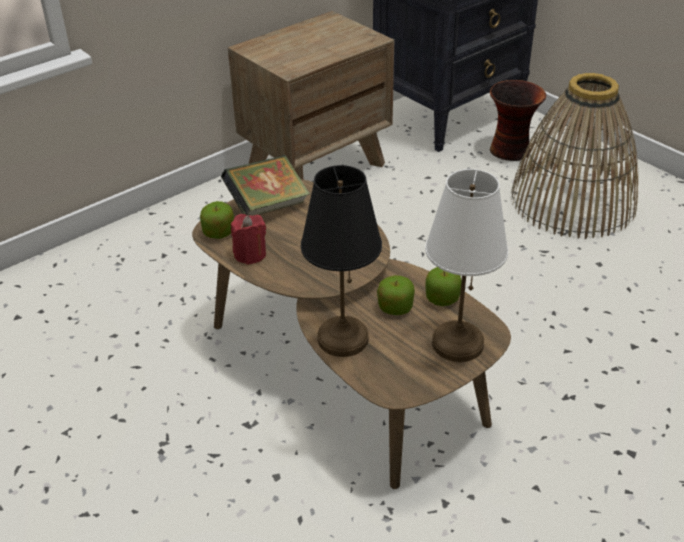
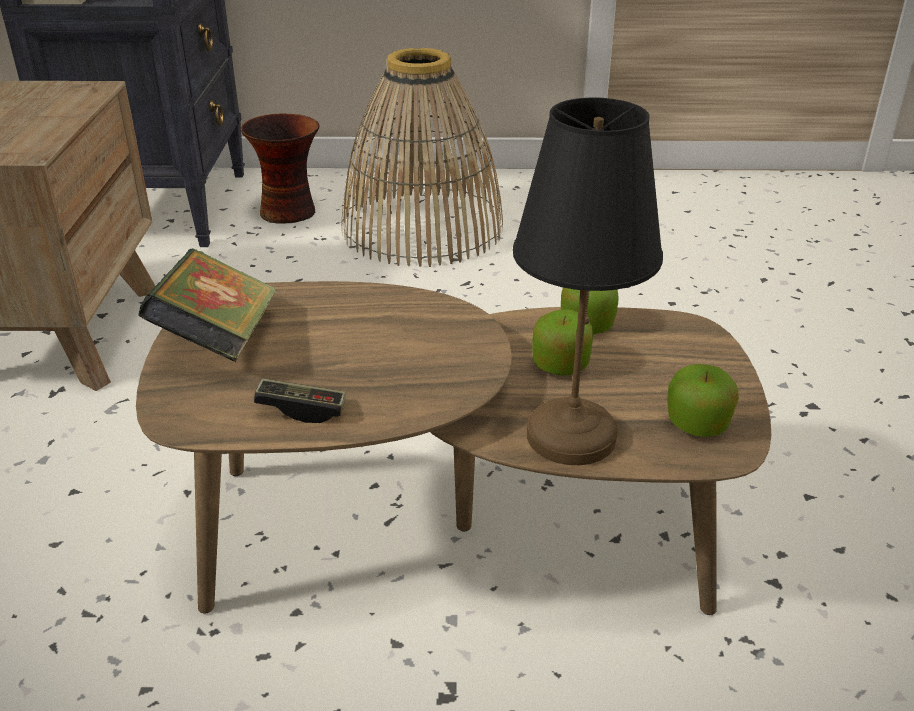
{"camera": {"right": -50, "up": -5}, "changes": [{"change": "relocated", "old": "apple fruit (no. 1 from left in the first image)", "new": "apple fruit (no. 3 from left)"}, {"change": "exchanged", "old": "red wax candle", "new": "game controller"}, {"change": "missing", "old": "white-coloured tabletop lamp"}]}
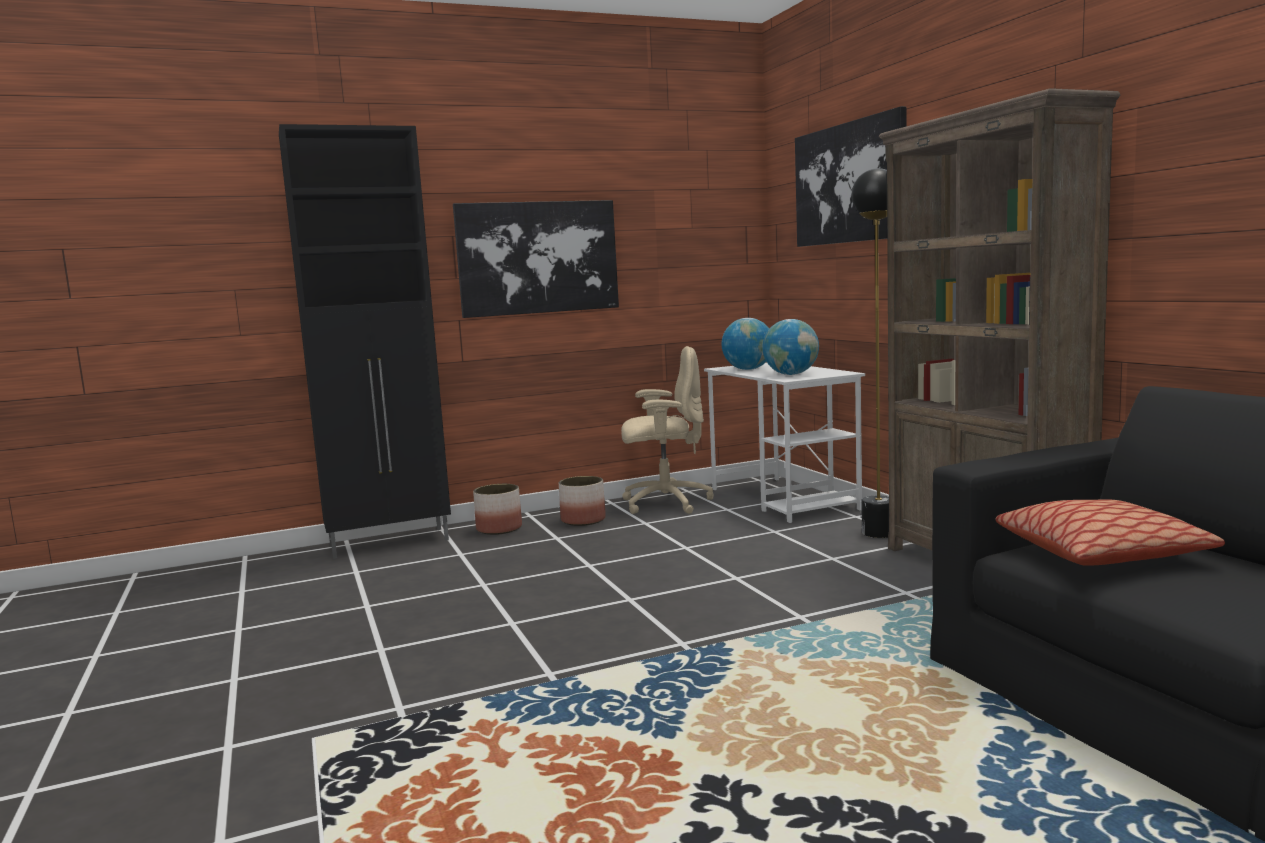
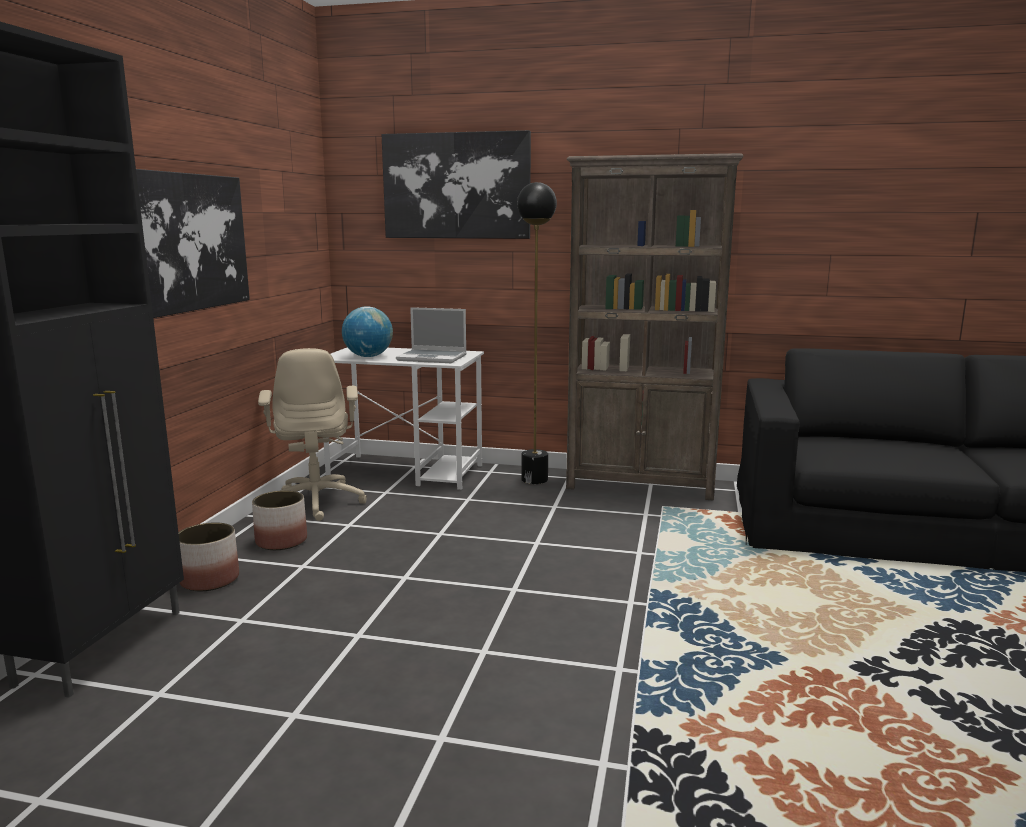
{"camera": {"right": -55, "up": 5}, "changes": [{"change": "spun", "old": "beige computer chair", "degrees": 135}, {"change": "exchanged", "old": "globe (no. 2 from left)", "new": "portable computer"}, {"change": "missing", "old": "throw pillow"}]}
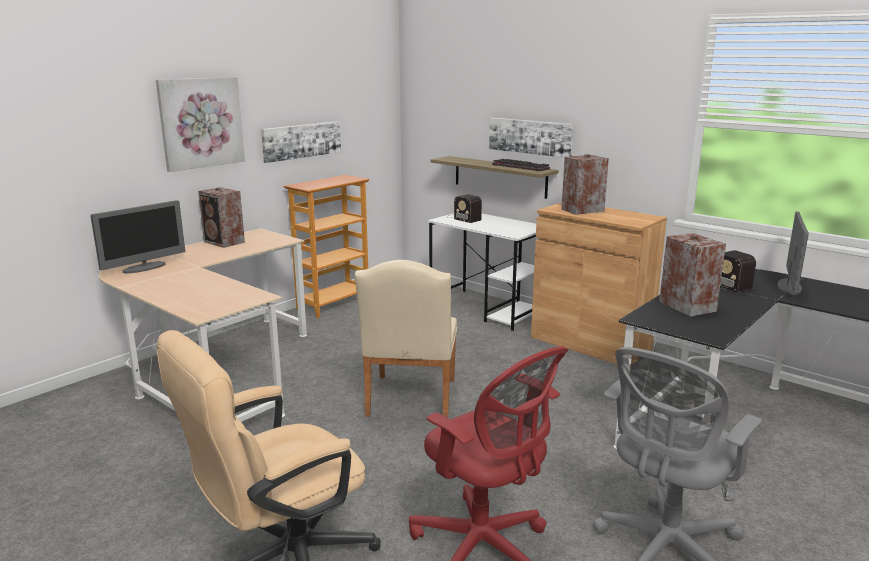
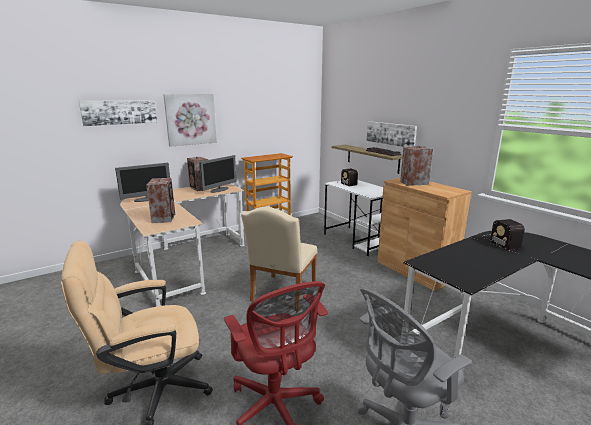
{"camera": {"right": 15, "up": 0}, "changes": [{"change": "relocated", "old": "wall picture (no. 2 from left in the first image)", "new": "wall picture (no. 1 from left)"}, {"change": "relocated", "old": "speaker (no. 3 from left in the first image)", "new": "speaker (no. 1 from left)"}, {"change": "relocated", "old": "computer display (no. 2 from left)"}]}
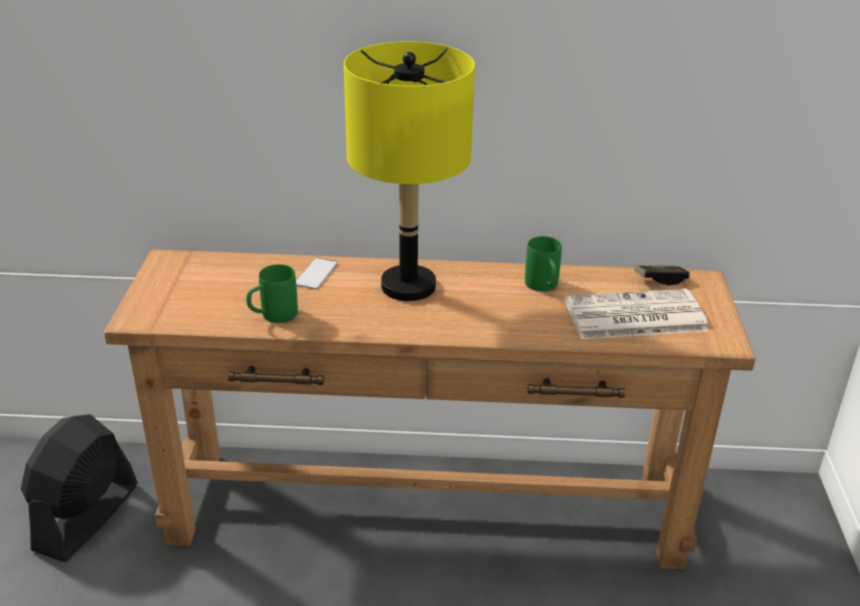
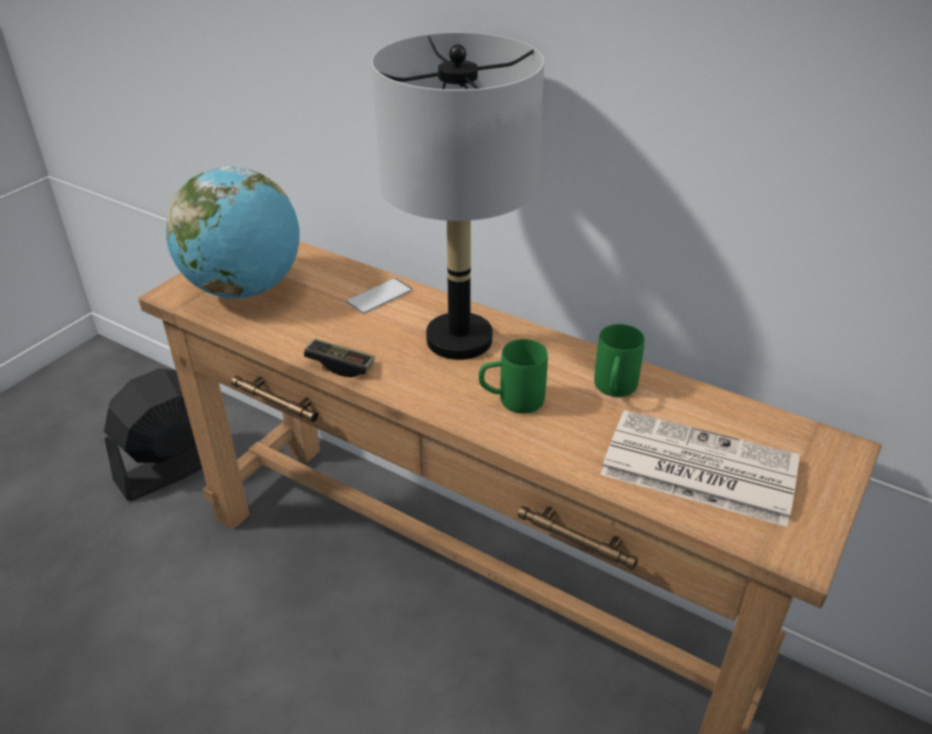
{"camera": {"right": 30, "up": 5}, "changes": [{"change": "relocated", "old": "greenish tea mug (no. 1 from left)"}, {"change": "colour", "old": "yellow tabletop lamp", "new": "greyish tabletop lamp"}, {"change": "relocated", "old": "game controller"}, {"change": "appeared", "new": "globe"}]}
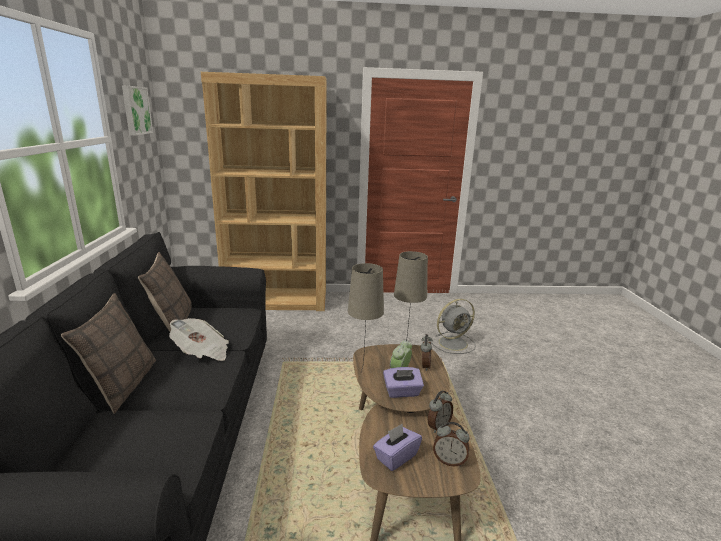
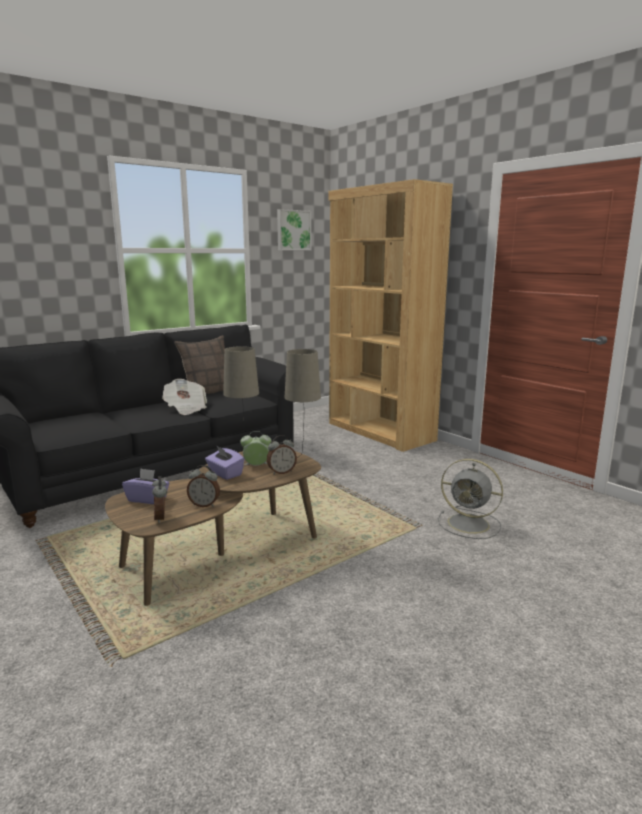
{"camera": {"right": 55, "up": -5}, "changes": [{"change": "missing", "old": "throw pillow (no. 1 from left)"}]}
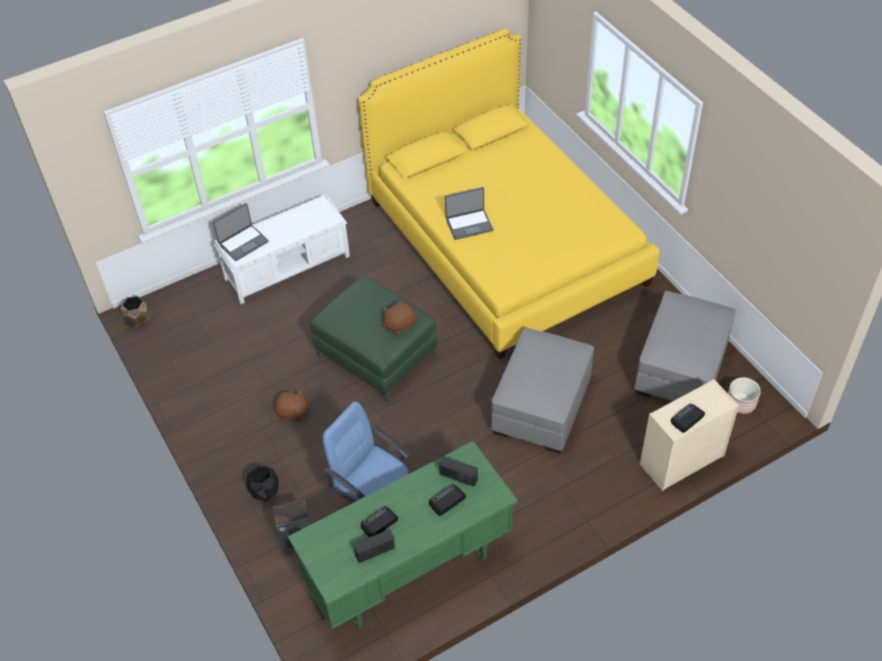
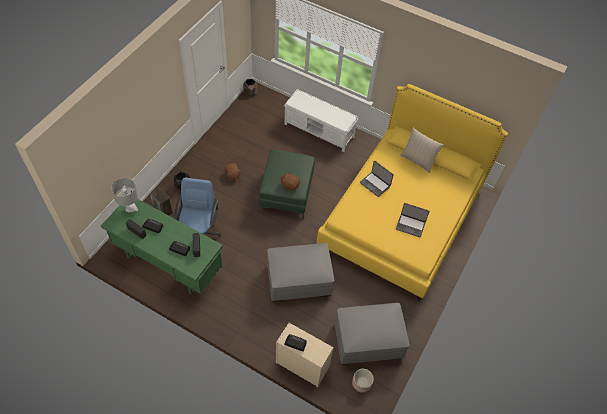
{"camera": {"right": 55, "up": 5}, "changes": [{"change": "relocated", "old": "portable computer (no. 1 from left in the first image)", "new": "portable computer (no. 2 from left)"}, {"change": "appeared", "new": "greyish tabletop lamp"}, {"change": "appeared", "new": "beige throw pillow"}]}
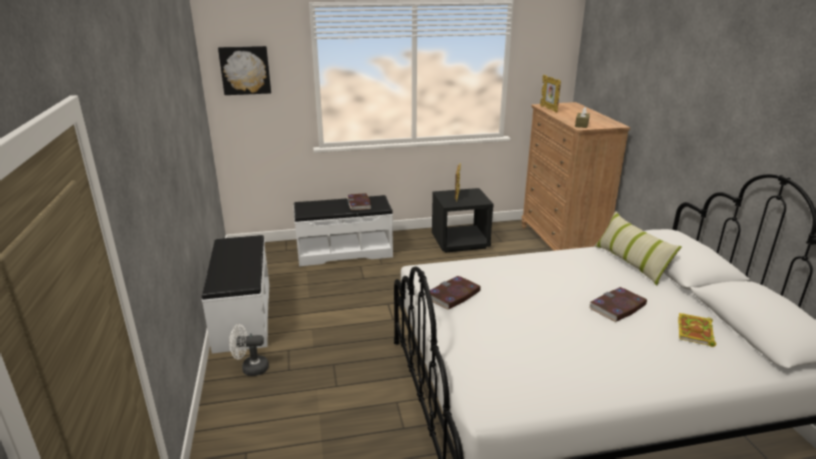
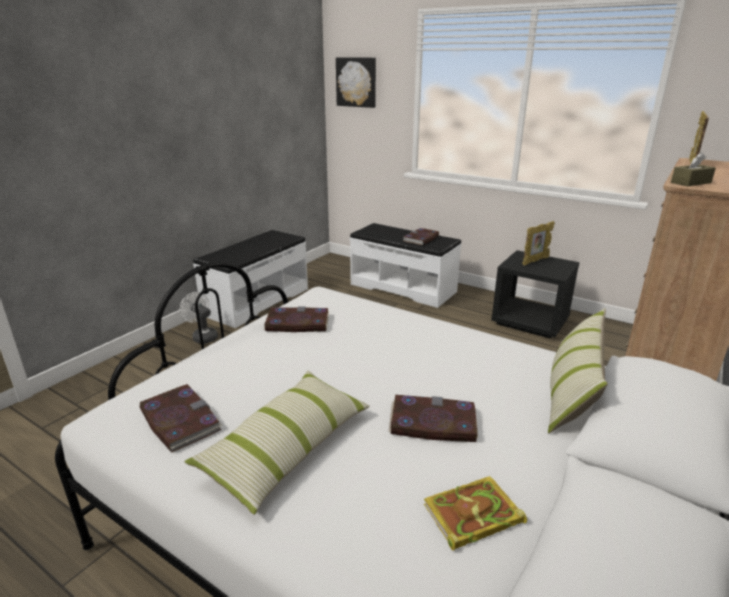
{"camera": {"right": 45, "up": 0}, "changes": [{"change": "appeared", "new": "bound book (no. 1 from left)"}, {"change": "appeared", "new": "throw pillow (no. 1 from left)"}]}
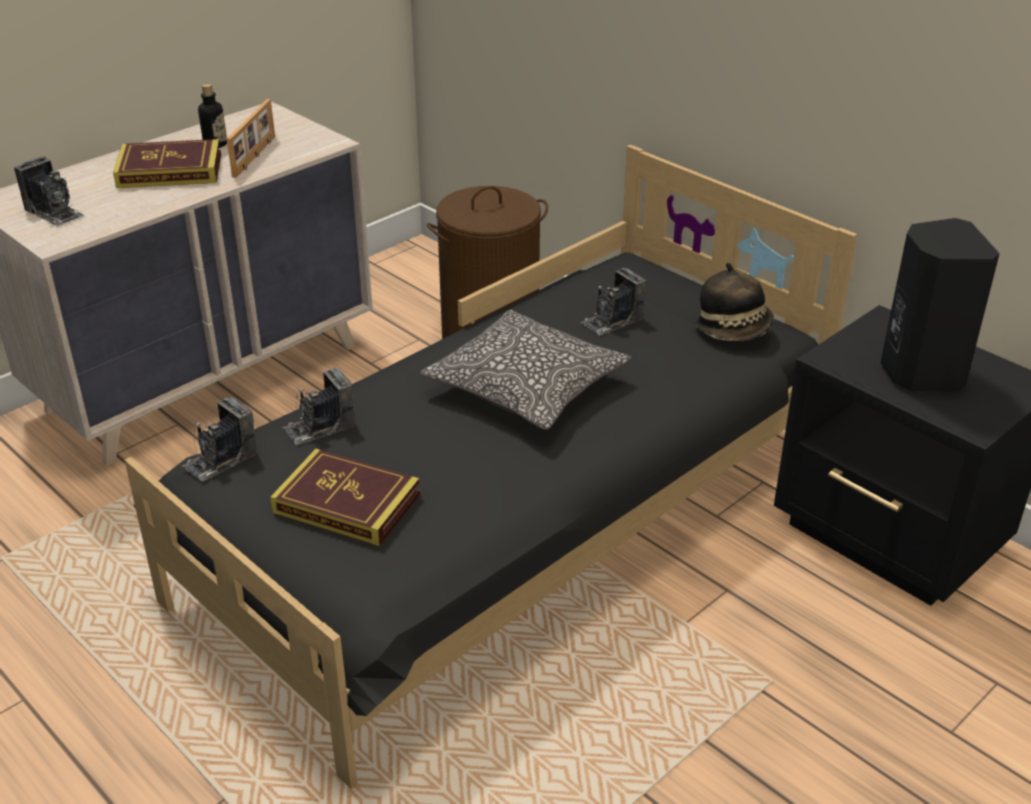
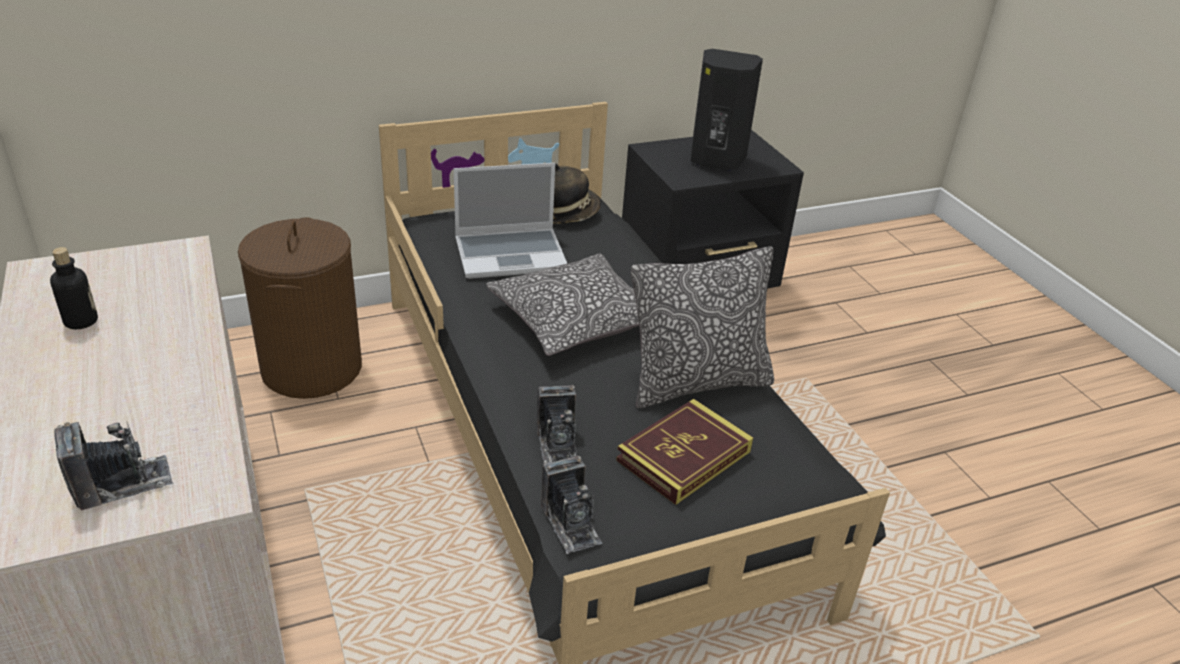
{"camera": {"right": -70, "up": 0}, "changes": [{"change": "missing", "old": "bound book (no. 1 from left)"}, {"change": "missing", "old": "picture frame"}, {"change": "exchanged", "old": "still camera (no. 4 from left)", "new": "portable computer"}, {"change": "appeared", "new": "throw pillow (no. 2 from left)"}]}
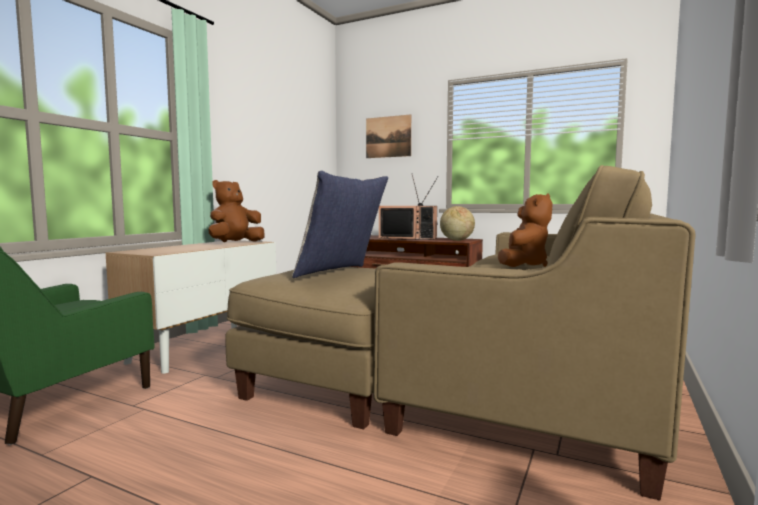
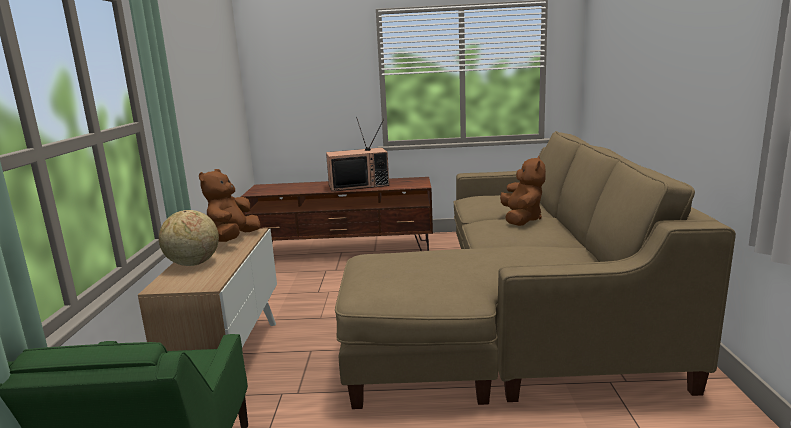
{"camera": {"right": -25, "up": 10}, "changes": [{"change": "missing", "old": "throw pillow"}, {"change": "missing", "old": "wall picture"}, {"change": "relocated", "old": "globe"}]}
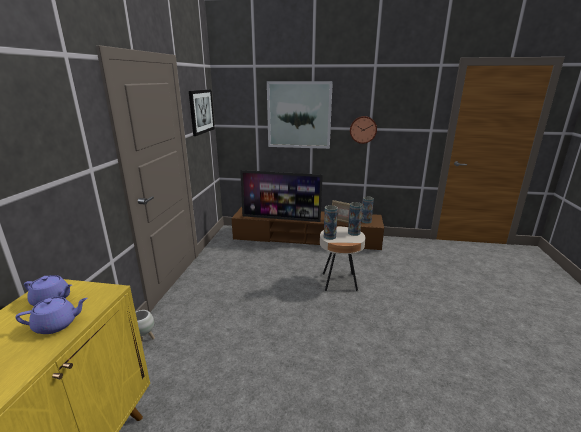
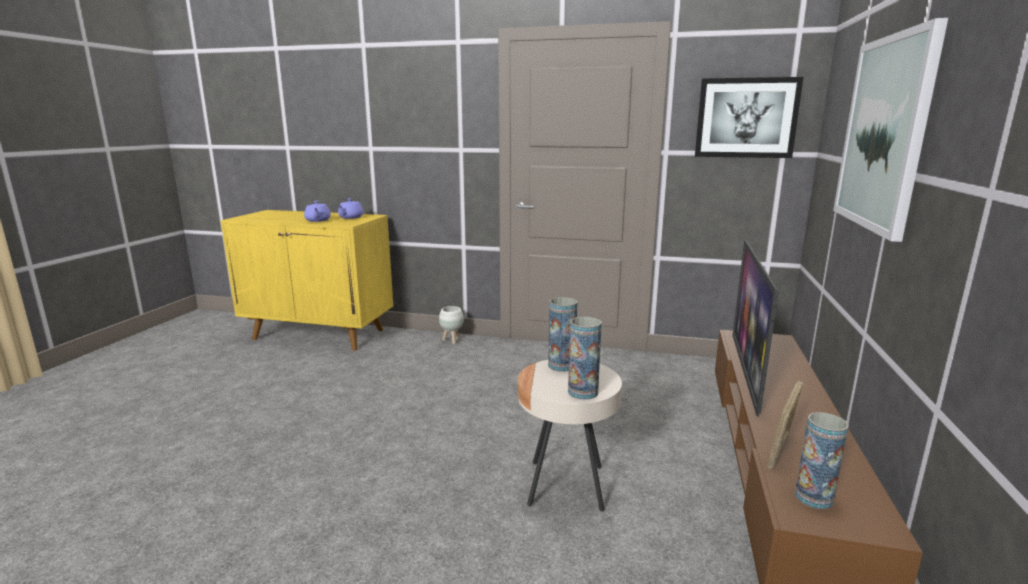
{"camera": {"right": 95, "up": -5}, "changes": [{"change": "missing", "old": "clock on the wall"}]}
